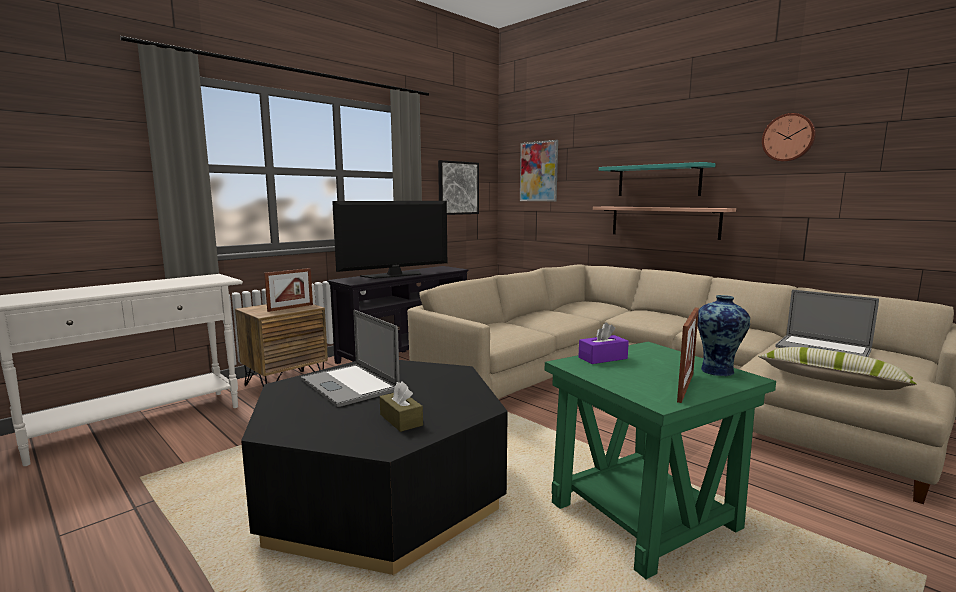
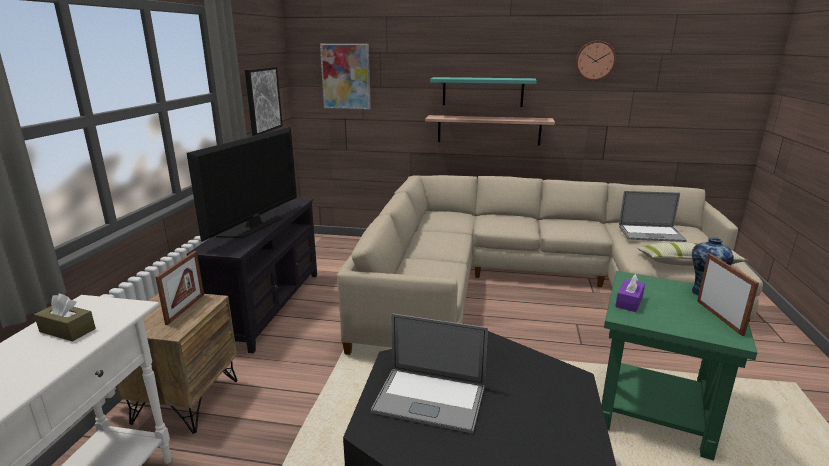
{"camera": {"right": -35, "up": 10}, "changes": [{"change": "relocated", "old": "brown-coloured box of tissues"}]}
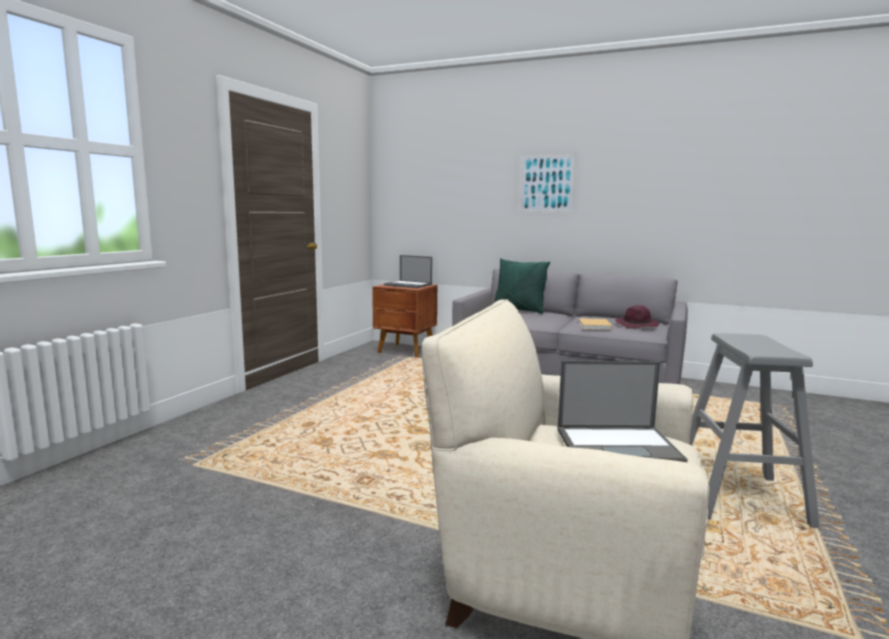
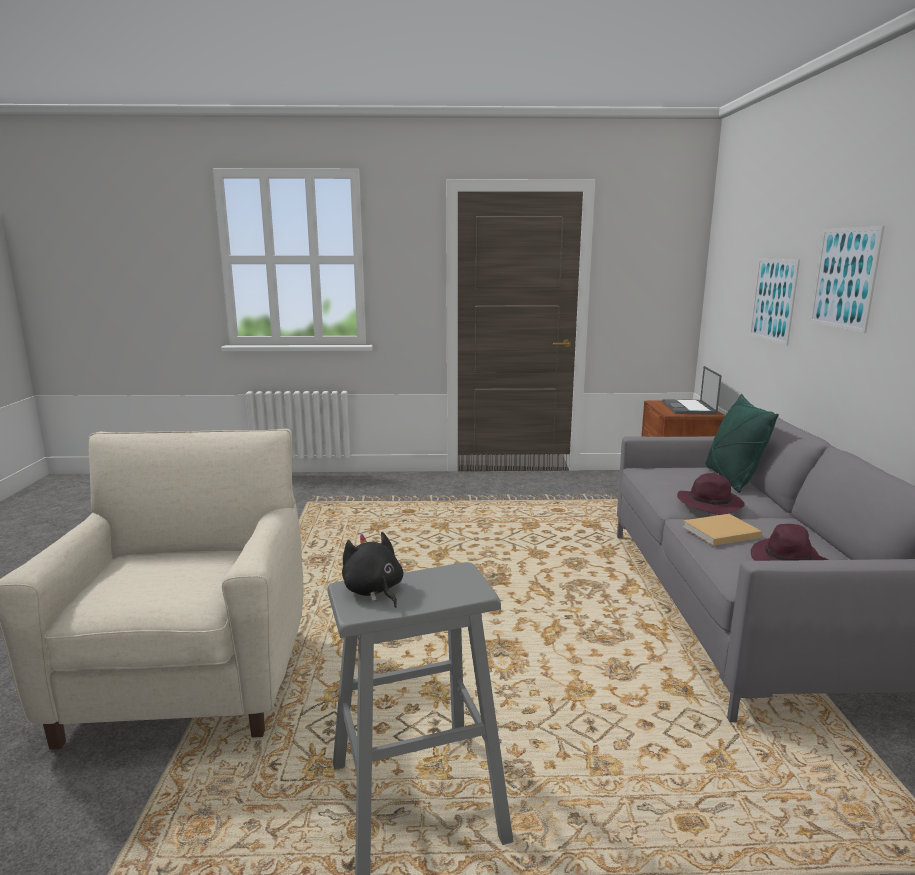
{"camera": {"right": 65, "up": 5}, "changes": [{"change": "missing", "old": "portable computer (no. 2 from left)"}, {"change": "appeared", "new": "black-coloured cuddly toy"}, {"change": "appeared", "new": "purple-coloured clothing hat (no. 1 from left)"}, {"change": "appeared", "new": "wall picture (no. 1 from left)"}]}
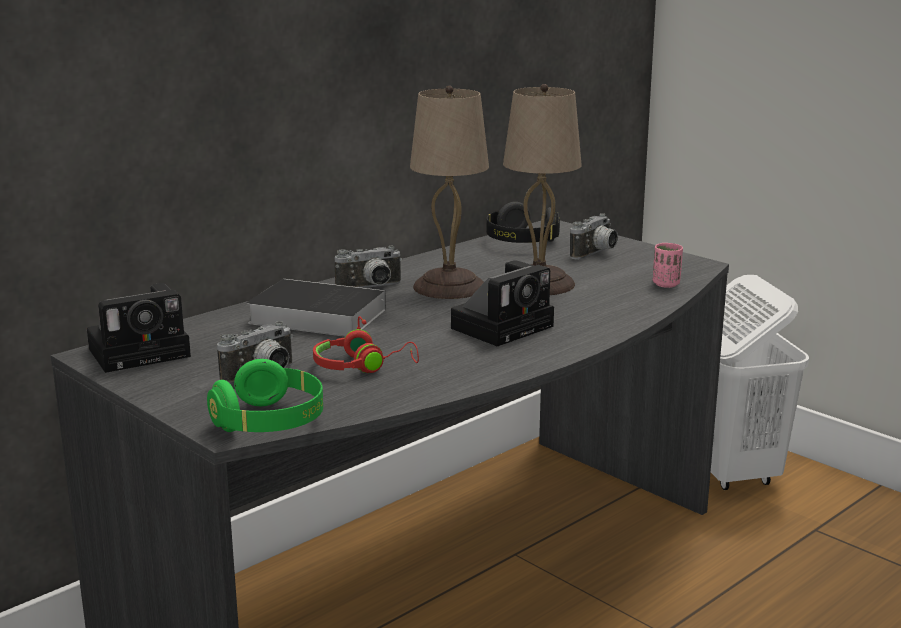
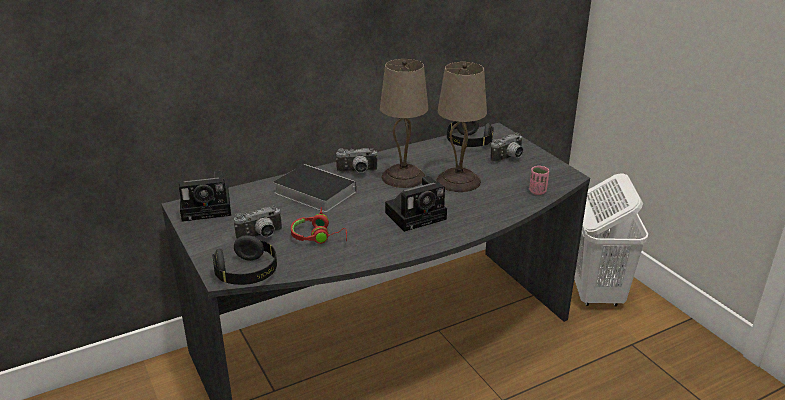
{"camera": {"right": 15, "up": 10}, "changes": [{"change": "colour", "old": "greenish pair of headphones", "new": "black-coloured pair of headphones (no. 1 from left)"}]}
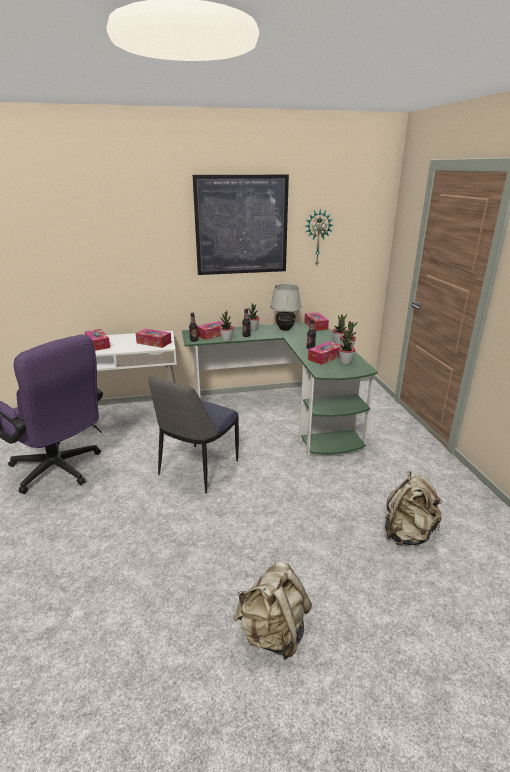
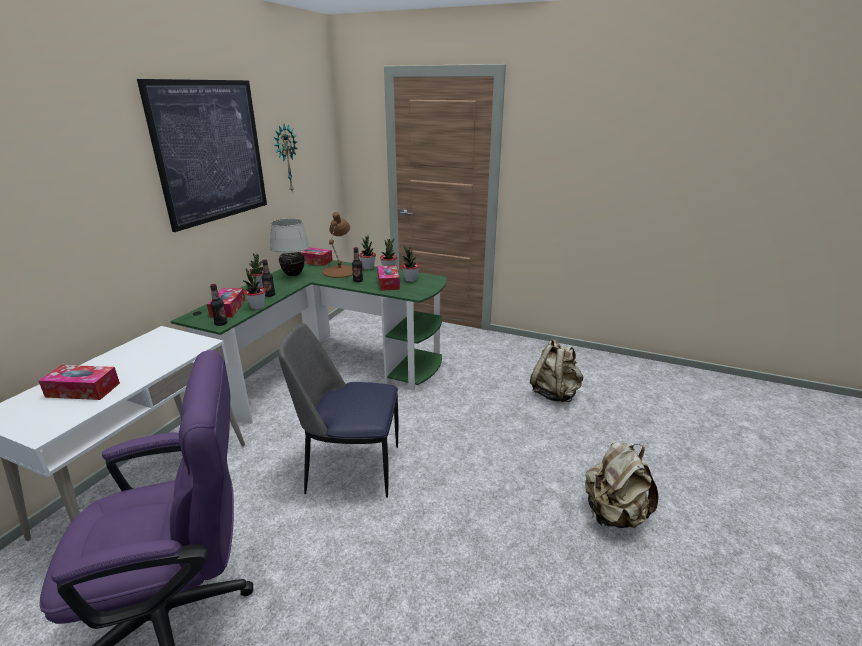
{"camera": {"right": -55, "up": 0}, "changes": [{"change": "missing", "old": "box of tissues (no. 2 from left)"}, {"change": "spun", "old": "upright chair", "degrees": 120}, {"change": "appeared", "new": "brown-coloured tabletop lamp"}]}
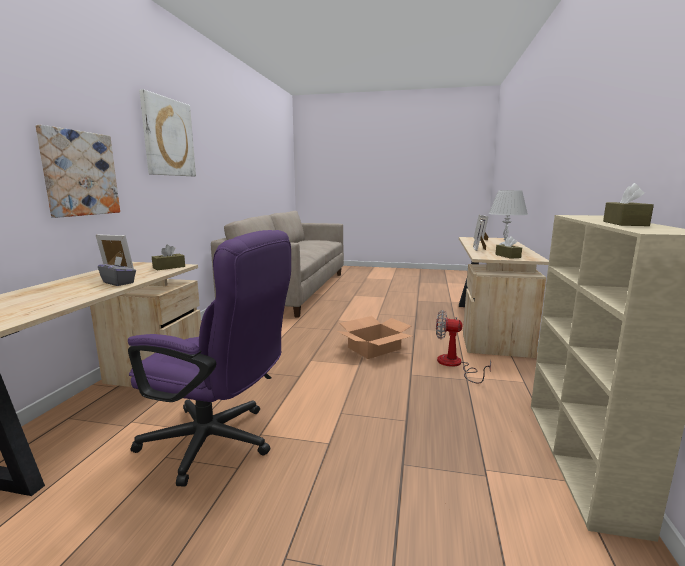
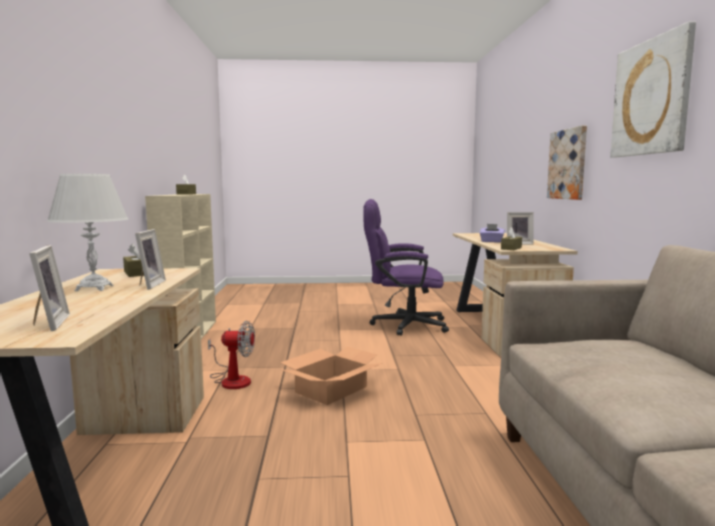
{"camera": {"right": 165, "up": -5}, "changes": [{"change": "colour", "old": "greyish box of tissues", "new": "purple-coloured box of tissues"}]}
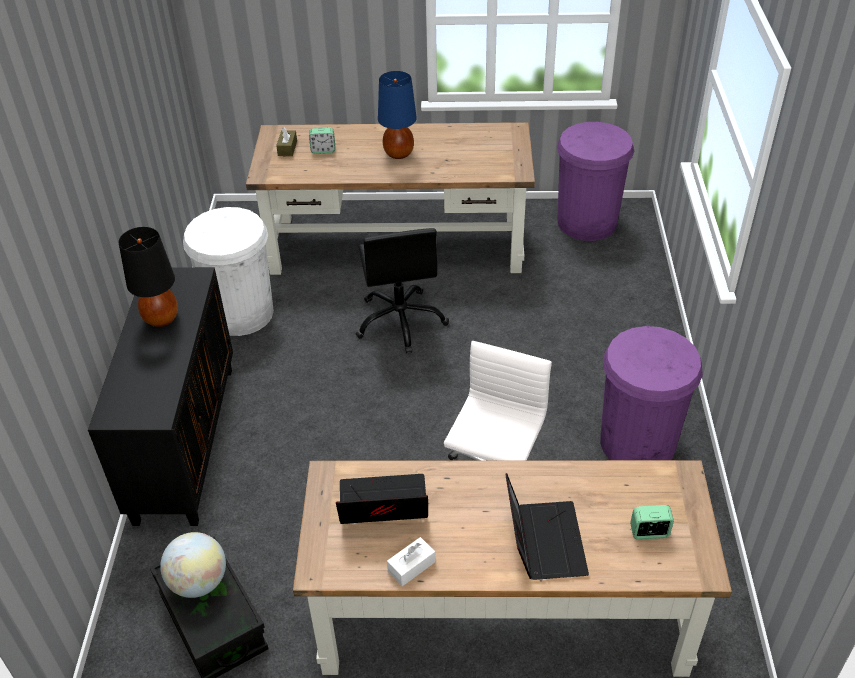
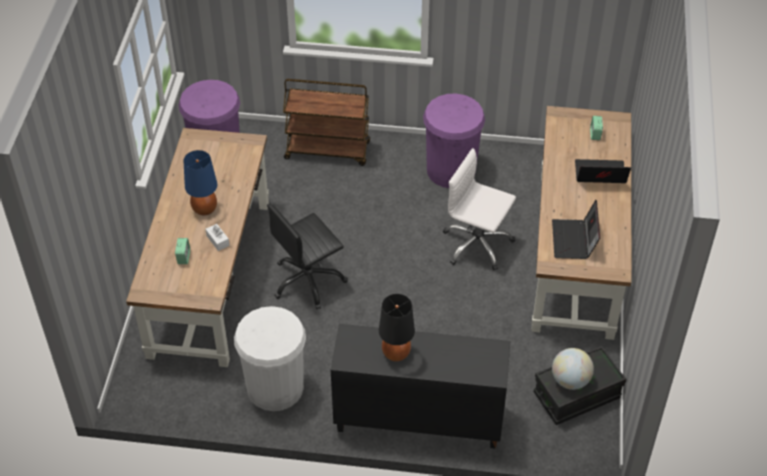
{"camera": {"right": -85, "up": 5}, "changes": [{"change": "missing", "old": "brown-coloured box of tissues"}, {"change": "spun", "old": "black-coloured computer chair", "degrees": 150}, {"change": "relocated", "old": "white-coloured box of tissues"}, {"change": "appeared", "new": "brown-coloured cart"}]}
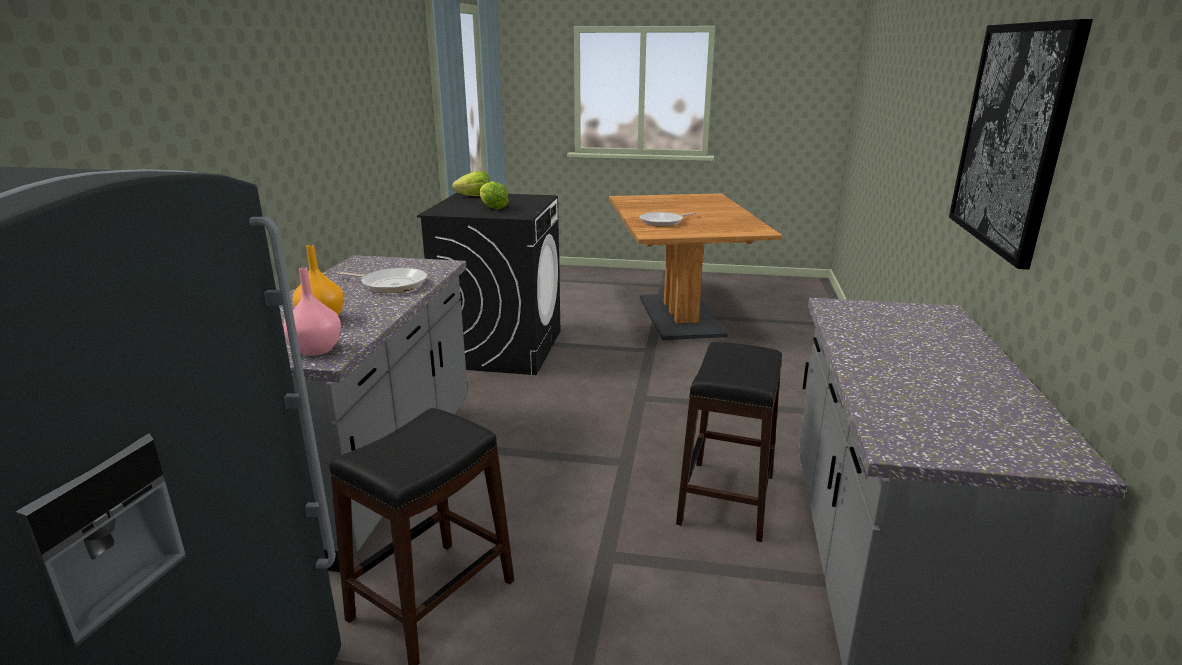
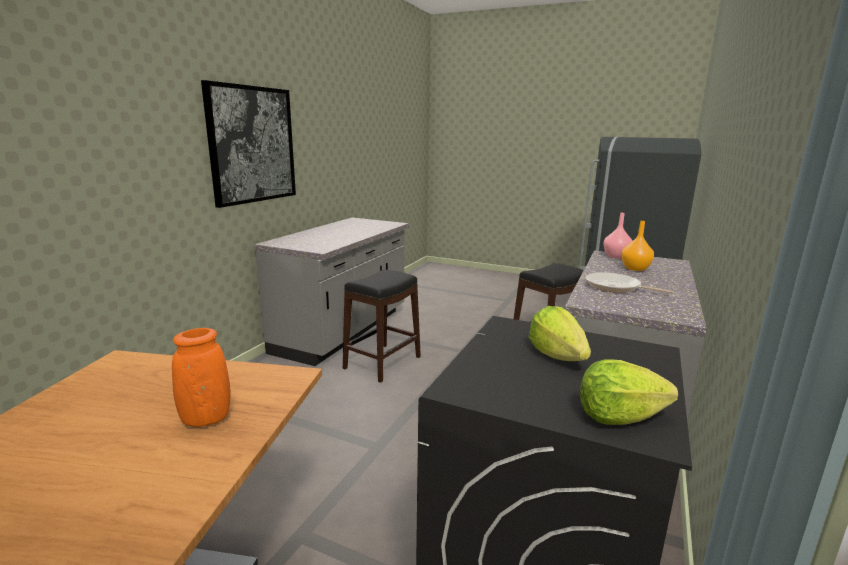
{"camera": {"right": -165, "up": -5}, "changes": [{"change": "exchanged", "old": "frying pan (no. 2 from left)", "new": "orange-coloured vase (no. 1 from left)"}]}
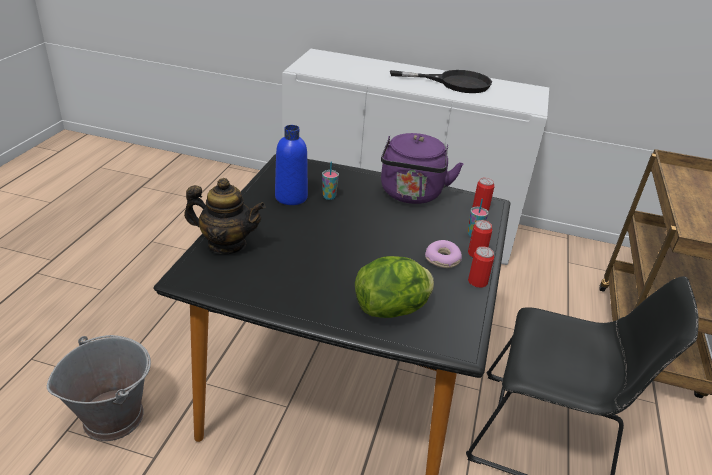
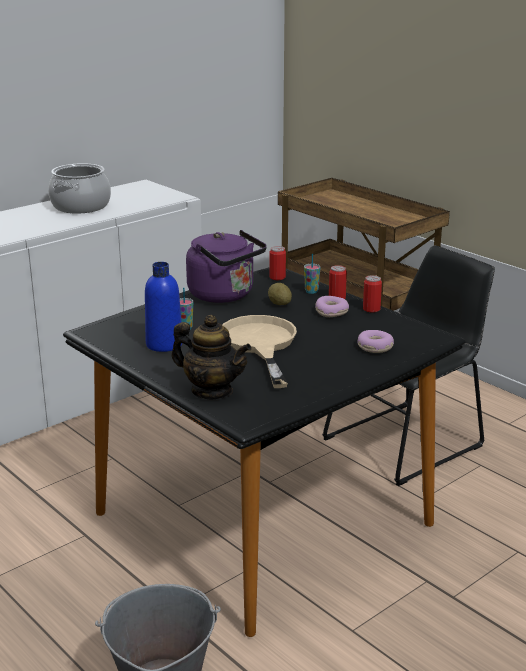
{"camera": {"right": -55, "up": -10}, "changes": [{"change": "spun", "old": "teapot", "degrees": 75}, {"change": "exchanged", "old": "lettuce head", "new": "doughnut (no. 2 from left)"}, {"change": "exchanged", "old": "black-coloured frying pan", "new": "cooking pot"}, {"change": "appeared", "new": "beige frying pan"}, {"change": "appeared", "new": "whole potato"}]}
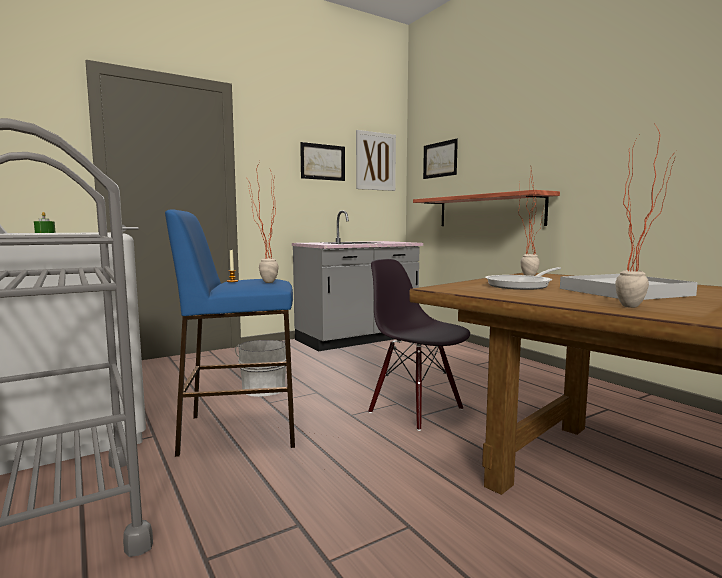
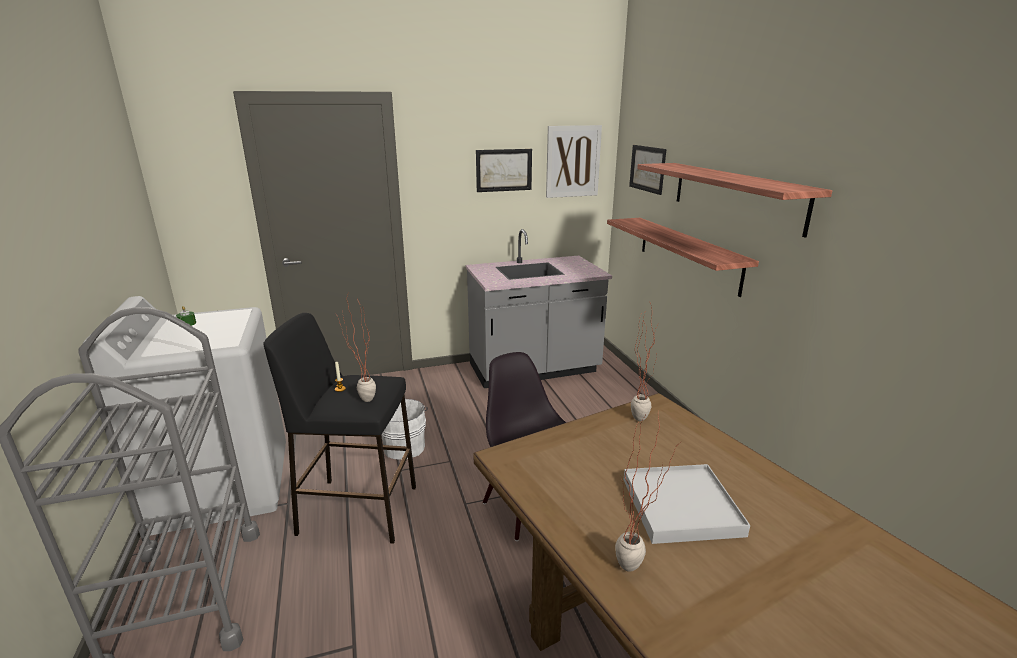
{"camera": {"right": 15, "up": 15}, "changes": [{"change": "colour", "old": "blue-coloured stool seat", "new": "black-coloured stool seat"}, {"change": "missing", "old": "frying pan"}, {"change": "appeared", "new": "wall shelf (no. 2 from left)"}]}
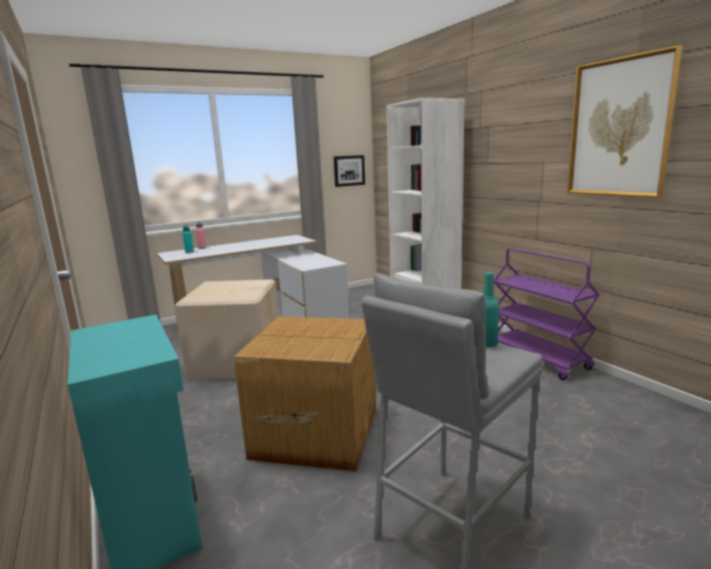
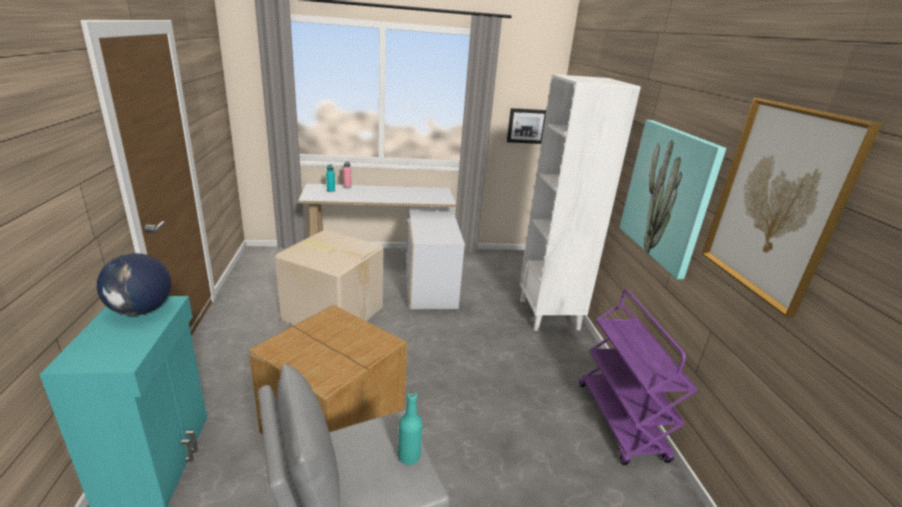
{"camera": {"right": 20, "up": 10}, "changes": [{"change": "appeared", "new": "globe"}, {"change": "appeared", "new": "wall picture (no. 2 from left)"}]}
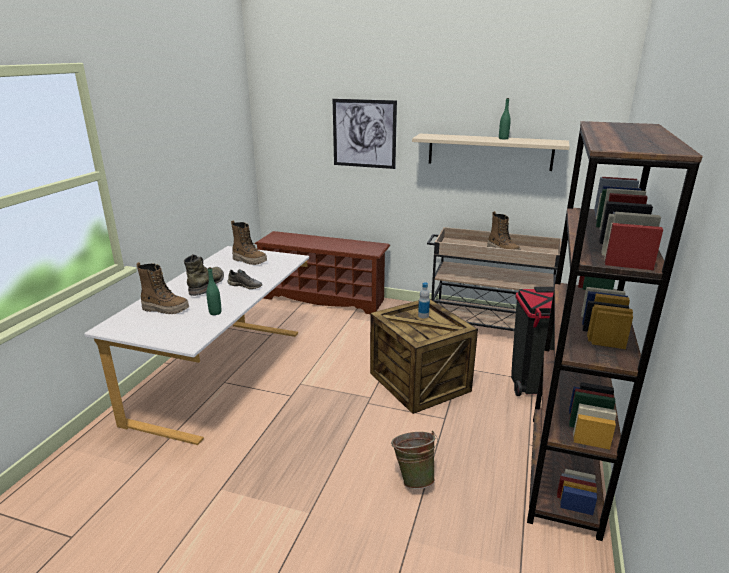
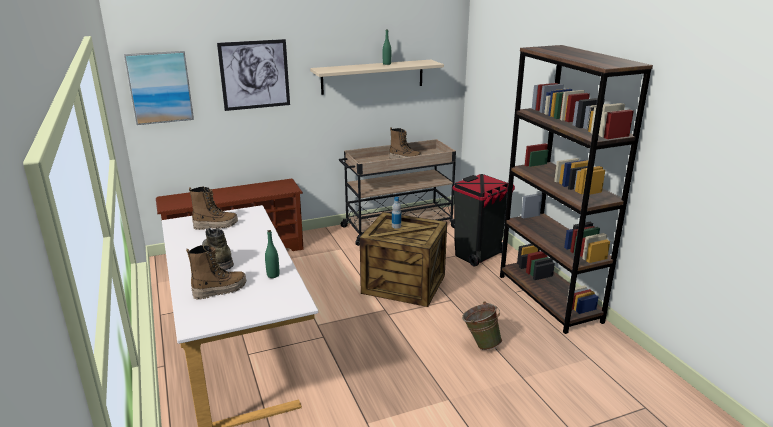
{"camera": {"right": -40, "up": 0}, "changes": [{"change": "missing", "old": "greyish low shoe"}, {"change": "appeared", "new": "wall picture (no. 1 from left)"}]}
